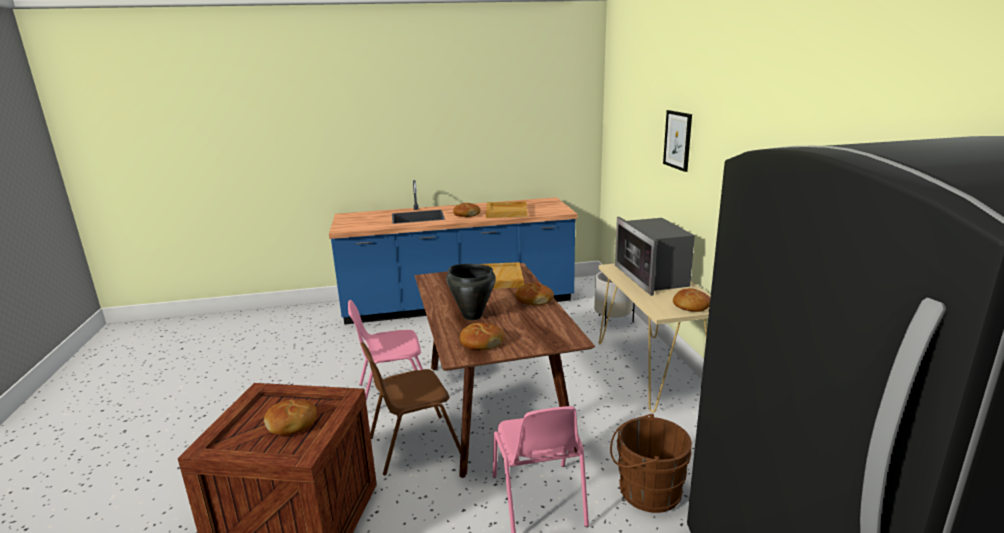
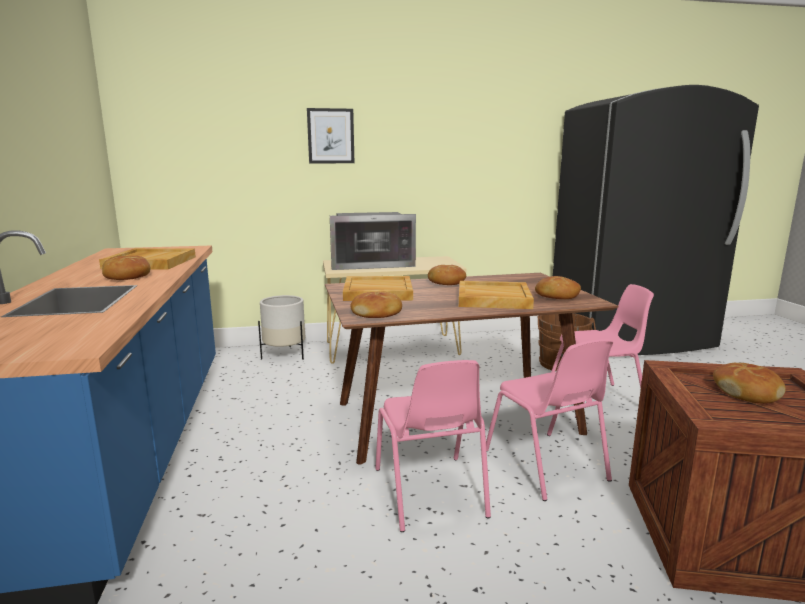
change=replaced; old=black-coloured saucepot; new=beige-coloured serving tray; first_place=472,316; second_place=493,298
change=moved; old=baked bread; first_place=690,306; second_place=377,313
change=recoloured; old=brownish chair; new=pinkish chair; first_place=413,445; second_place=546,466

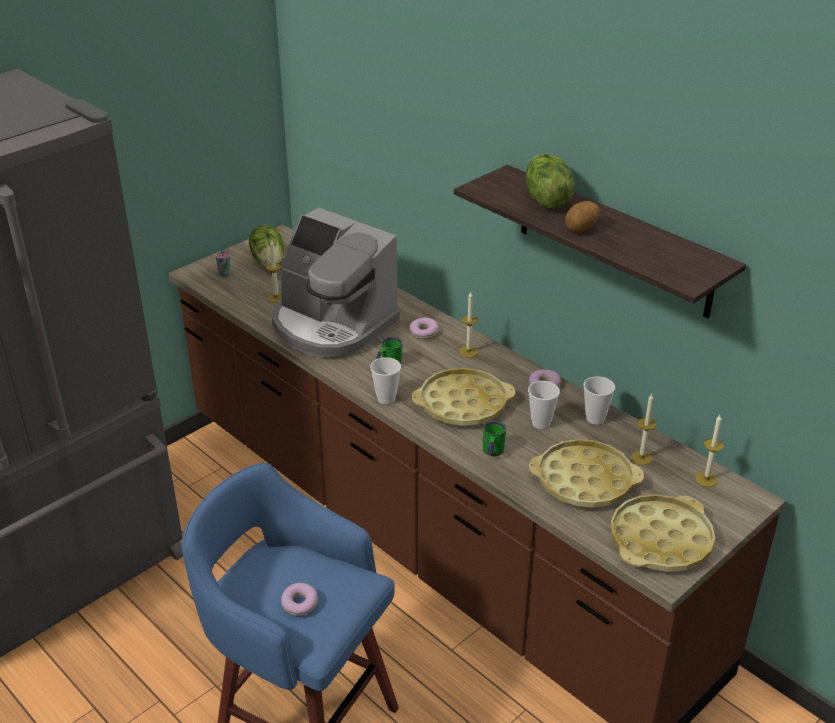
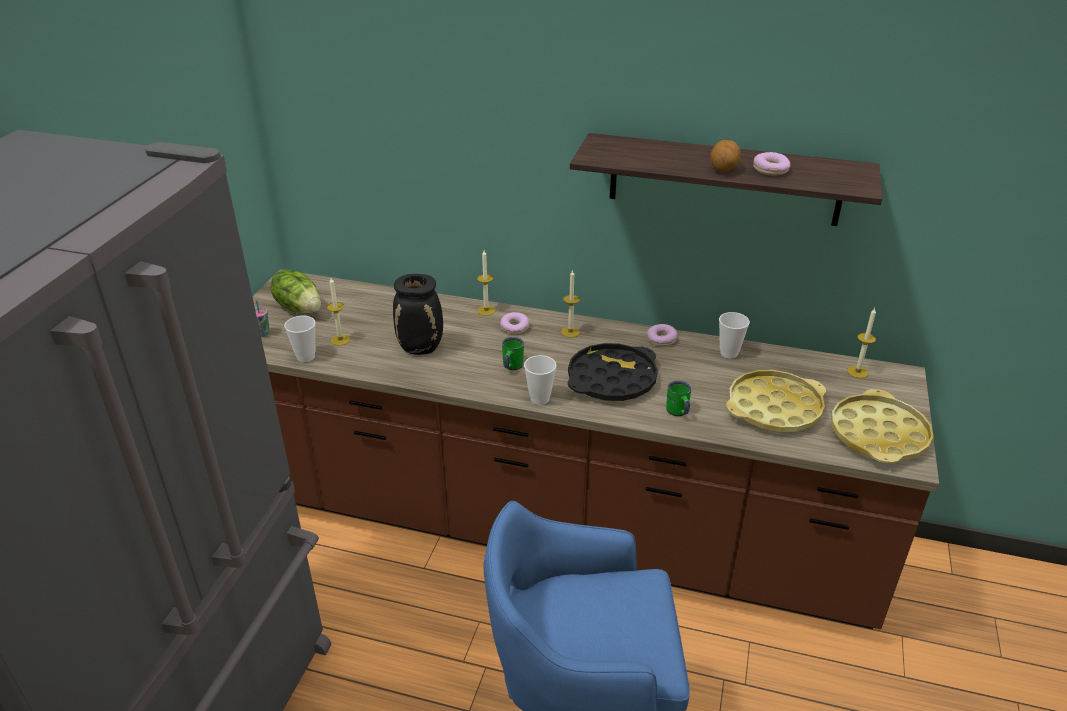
change=removed; old=head of lettuce; first_place=545,200
change=replaced; old=coffee maker; new=black-coloured vase; first_place=332,325; second_place=421,348
change=recoloured; old=yellowish serving tray; new=black-coloured serving tray; first_place=463,404; second_place=611,379
change=moved; old=small cup; first_place=541,423; second_place=306,357
change=moved; old=candle; first_place=641,458; second_place=486,310
change=moved; old=doughnut; first_place=299,604; second_place=770,170

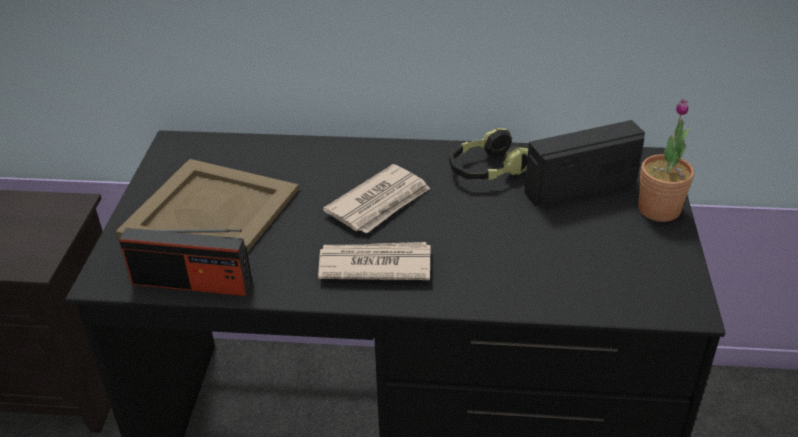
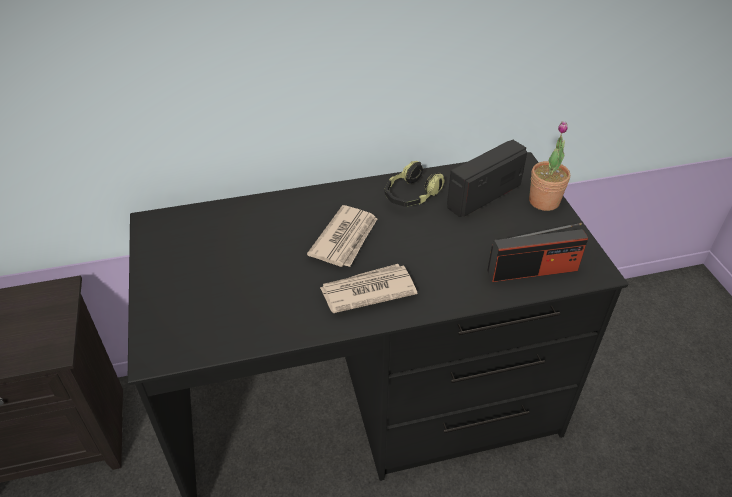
change=removed; old=beige-coloured serving tray; first_place=210,211
change=moved; old=radio; first_place=192,283; second_place=532,270

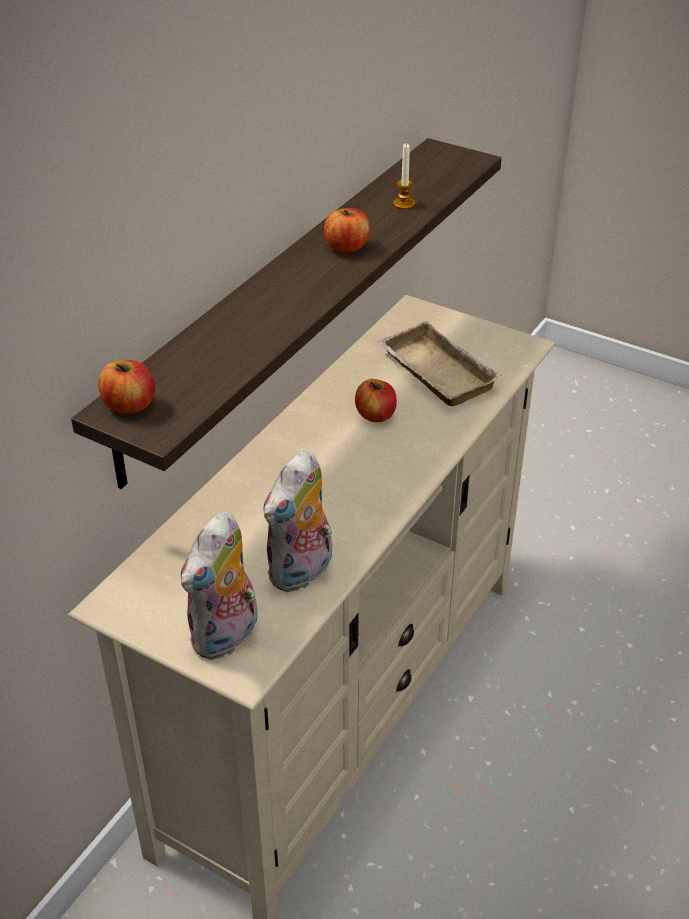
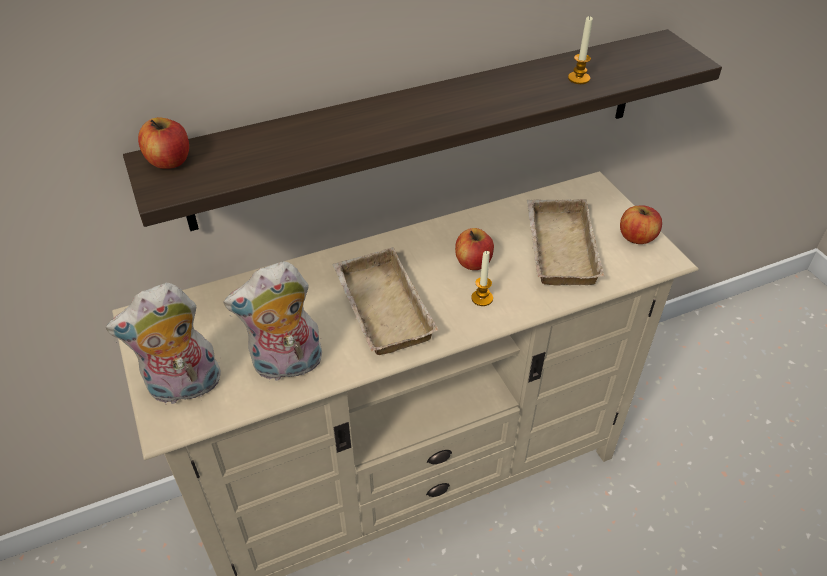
change=moved; old=whole apple; first_place=346,247; second_place=637,237
change=added; new=beige-coloured serving tray; second_place=379,307
change=added; new=candle; second_place=482,298

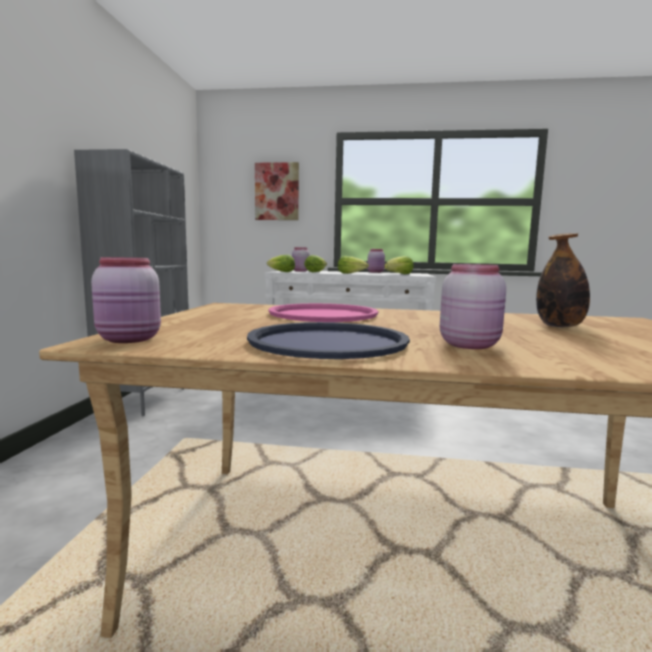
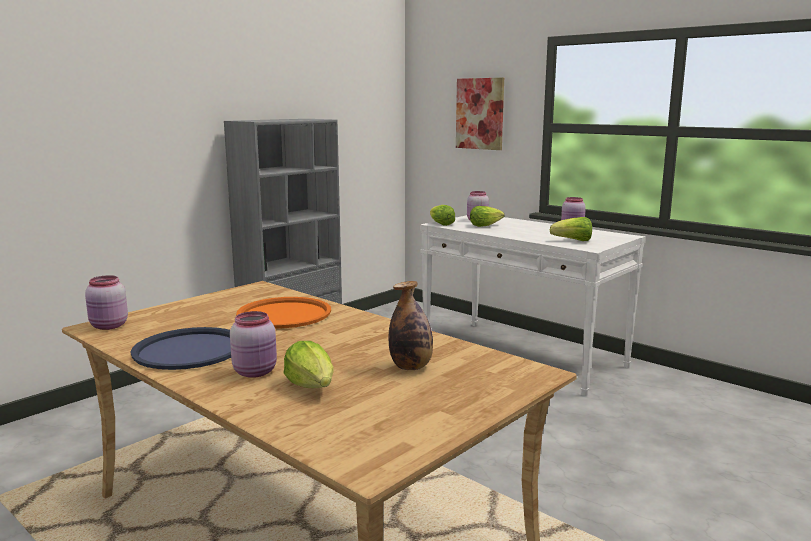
change=moved; old=head of lettuce; first_place=351,273; second_place=312,386
change=recoloured; old=pinkish serving tray; new=orange-coloured serving tray; first_place=323,314; second_place=284,314

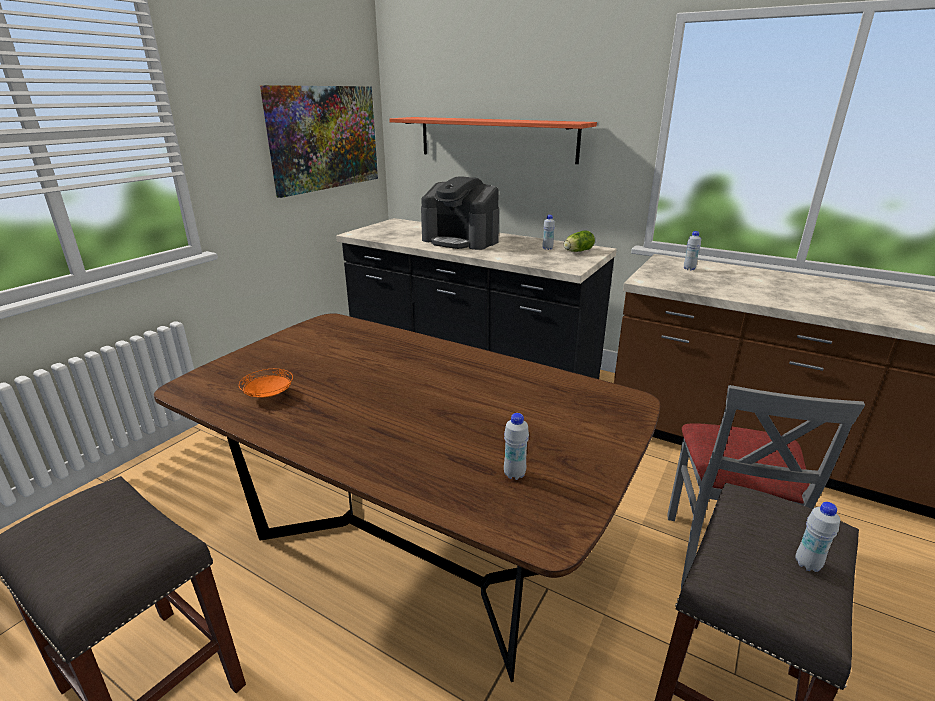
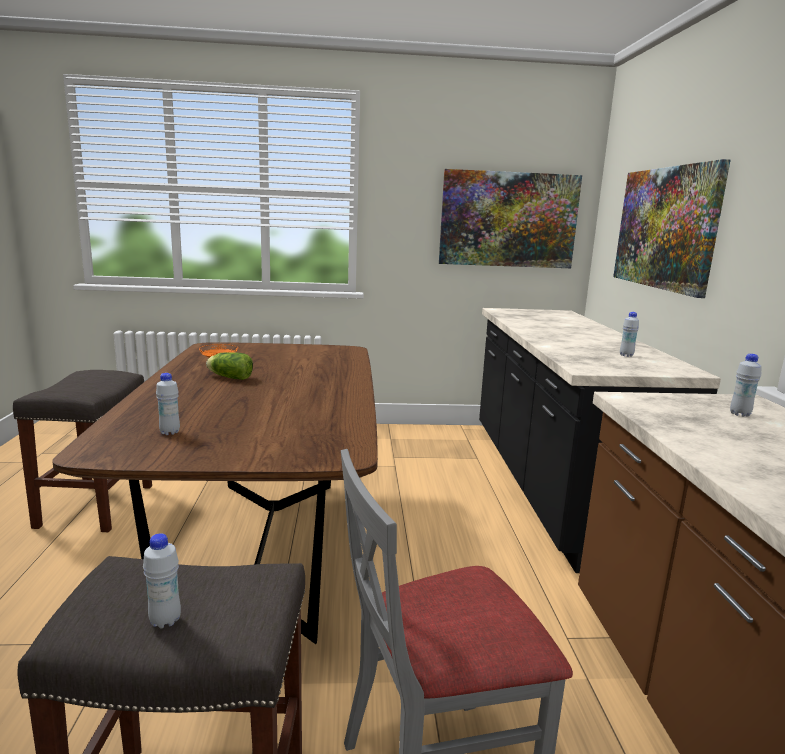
change=replaced; old=shelf; new=wall art; first_place=496,139; second_place=665,228
change=removed; old=coffee maker; first_place=461,240
change=moved; old=head of lettuce; first_place=577,251; second_place=229,377

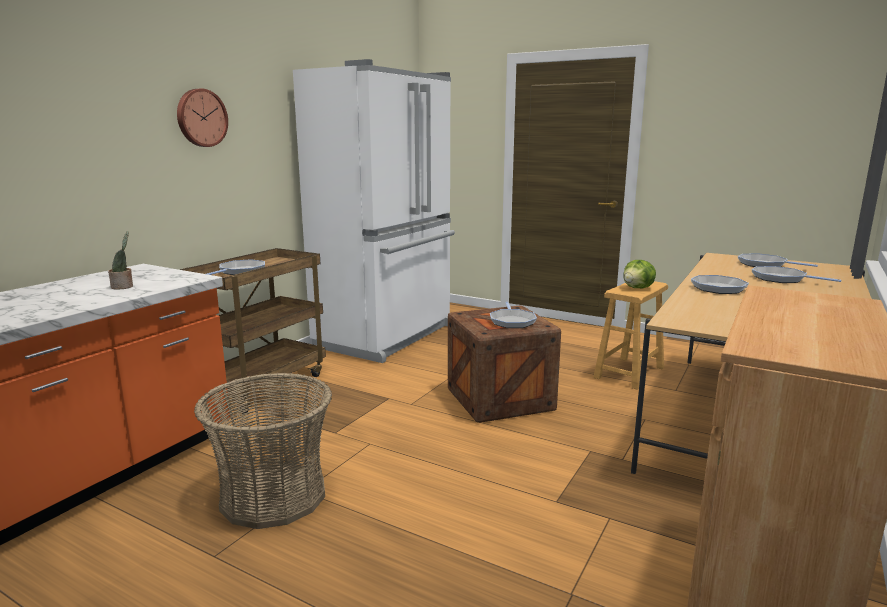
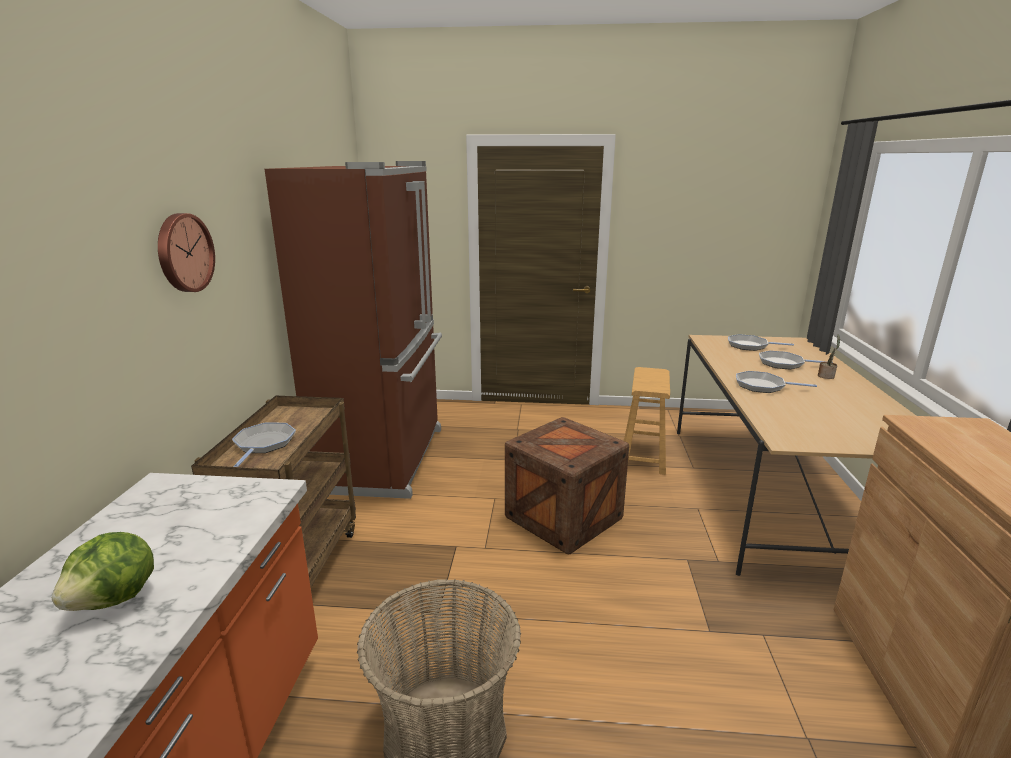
change=recoloured; old=white kitchen fridge; new=brownish kitchen fridge; first_place=388,336; second_place=385,458
change=moved; old=plant in a pot; first_place=123,287; second_place=826,376
change=moved; old=head of lettuce; first_place=638,288; second_place=116,599
change=removed; old=skillet; first_place=512,321

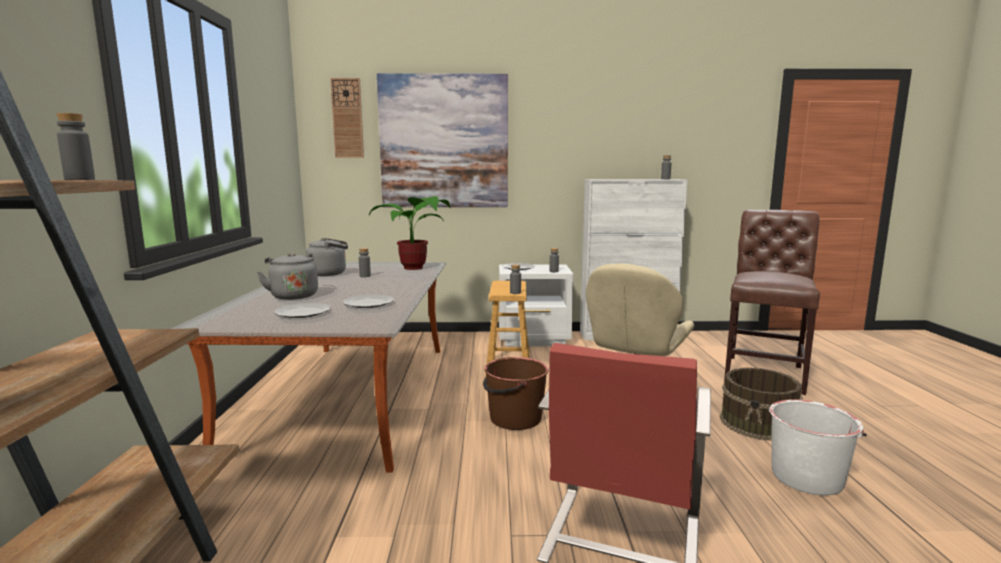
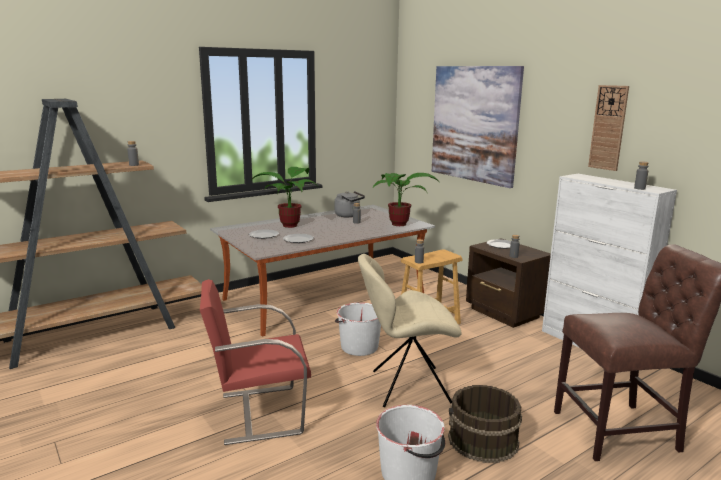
change=moved; old=clock on the wall; first_place=347,118; second_place=608,128
change=replaced; old=gray tea kettle; new=plant in a pot; first_place=293,296; second_place=290,225
change=recoloured; old=white bedside table; new=brownish bedside table; first_place=534,339; second_place=504,313
change=recoloured; old=brownish bucket; new=white bucket; first_place=514,418; second_place=359,347

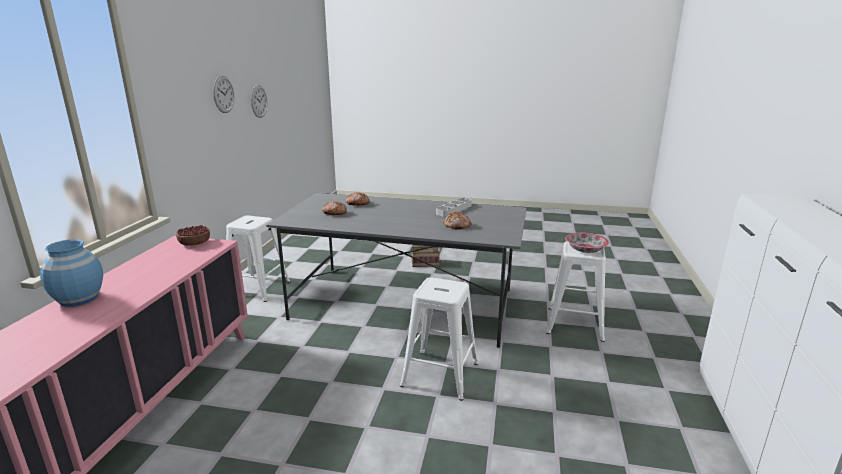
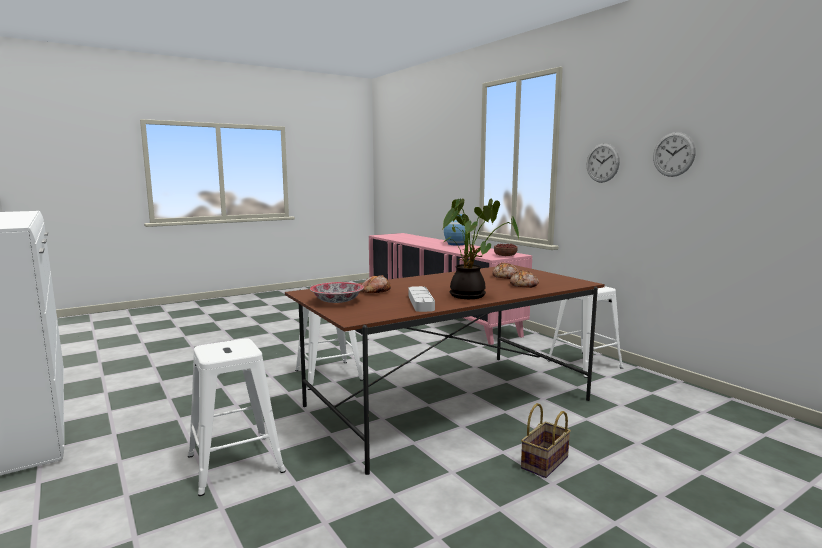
change=moved; old=clock on the wall; first_place=259,101; second_place=602,163
change=recoloured; old=gray dinner table; new=brownish dinner table; first_place=404,304; second_place=448,403
change=moved; old=serving bowl; first_place=586,250; second_place=336,301
change=added; new=plant in a pot; second_place=471,296

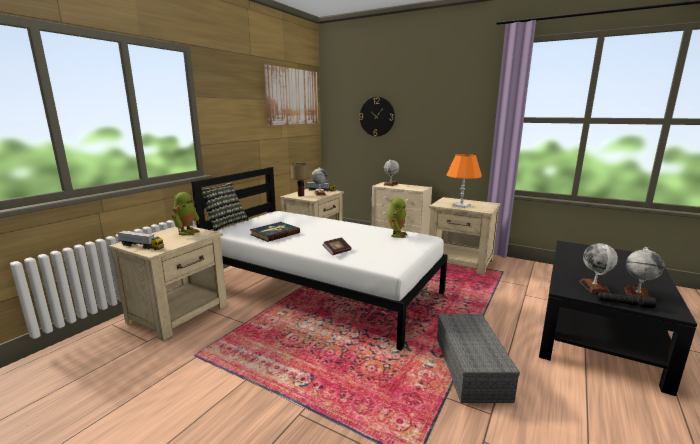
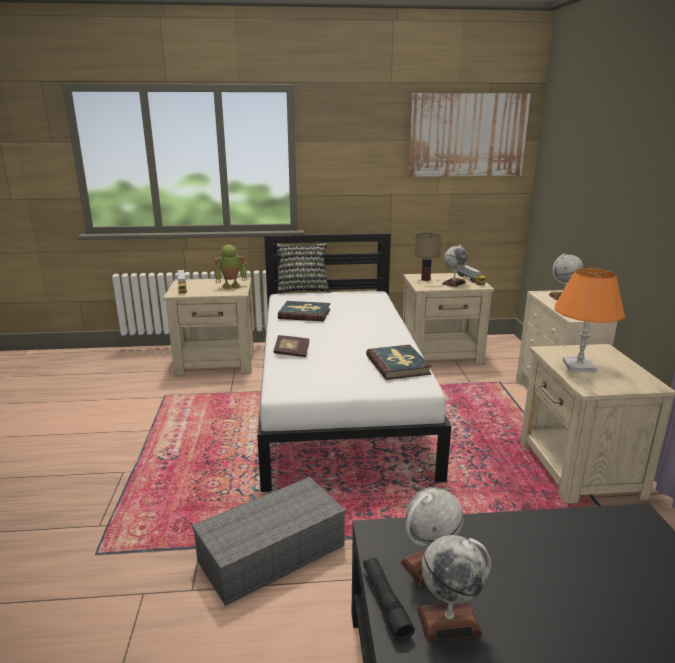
change=removed; old=clock on the wall; first_place=377,116
change=replaced; old=model robot; new=book; first_place=396,235; second_place=398,365

